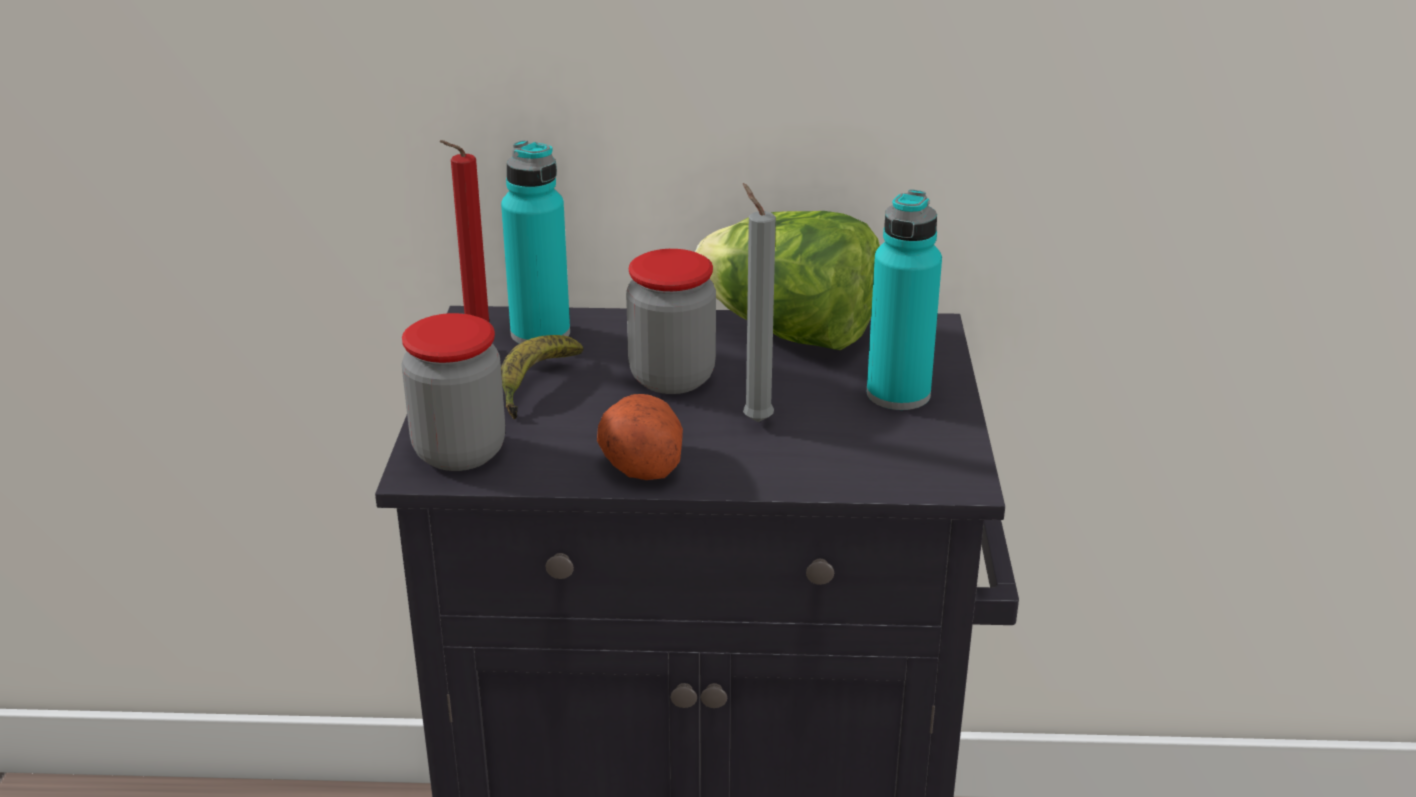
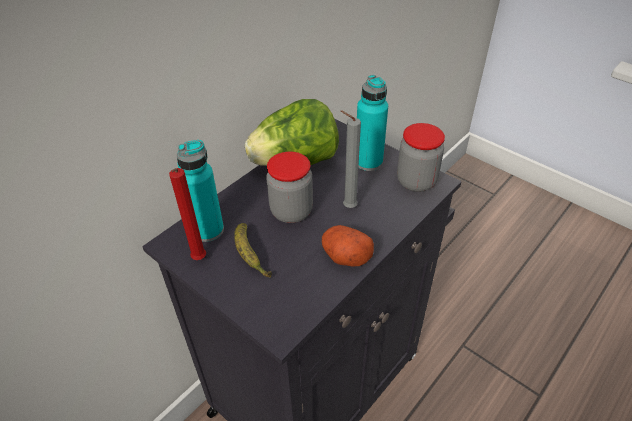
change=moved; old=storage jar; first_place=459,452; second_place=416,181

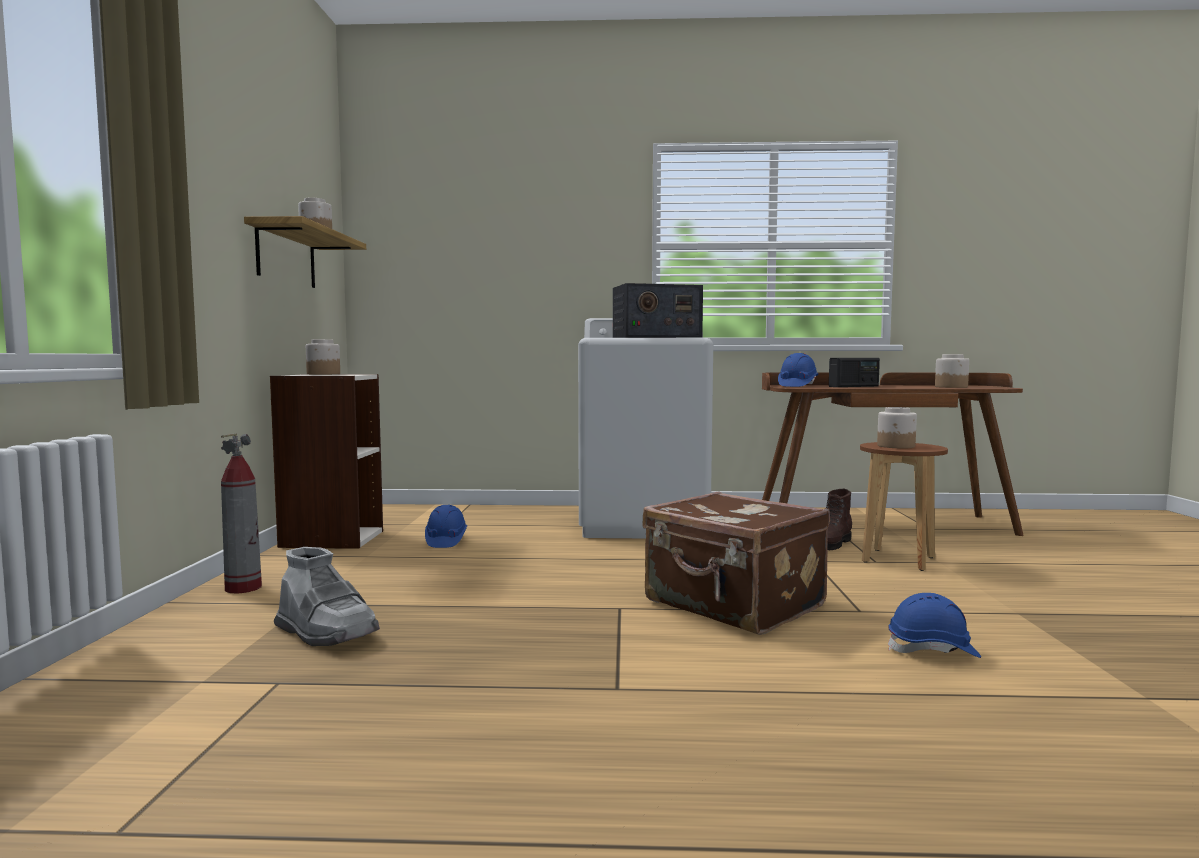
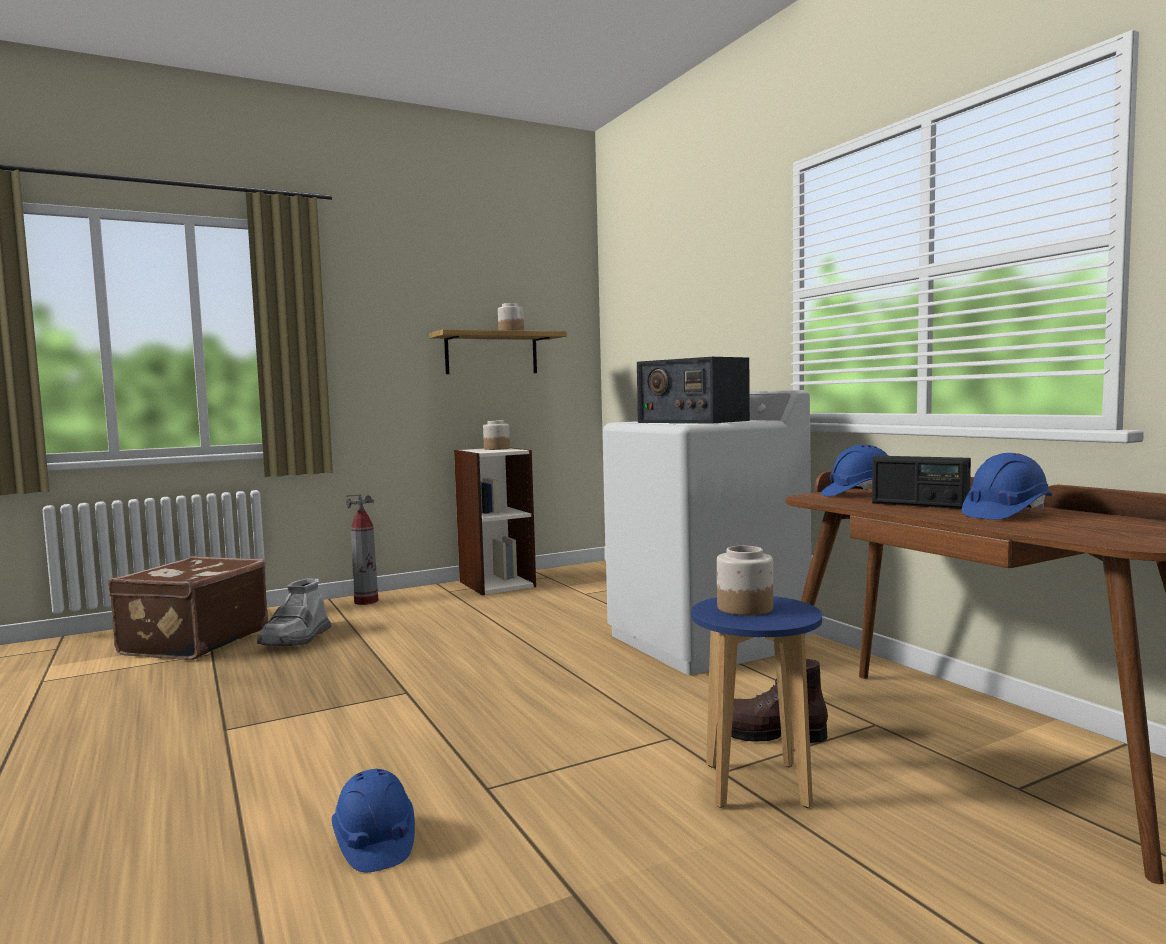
change=removed; old=storage jar; first_place=951,387
change=recoloured; old=brownish stool seat; new=bluish stool seat; first_place=898,560; second_place=755,785
change=moved; old=brownish piece of luggage; first_place=733,605; second_place=192,641
change=moved; old=bluish hard hat; first_place=445,541; second_place=1005,514

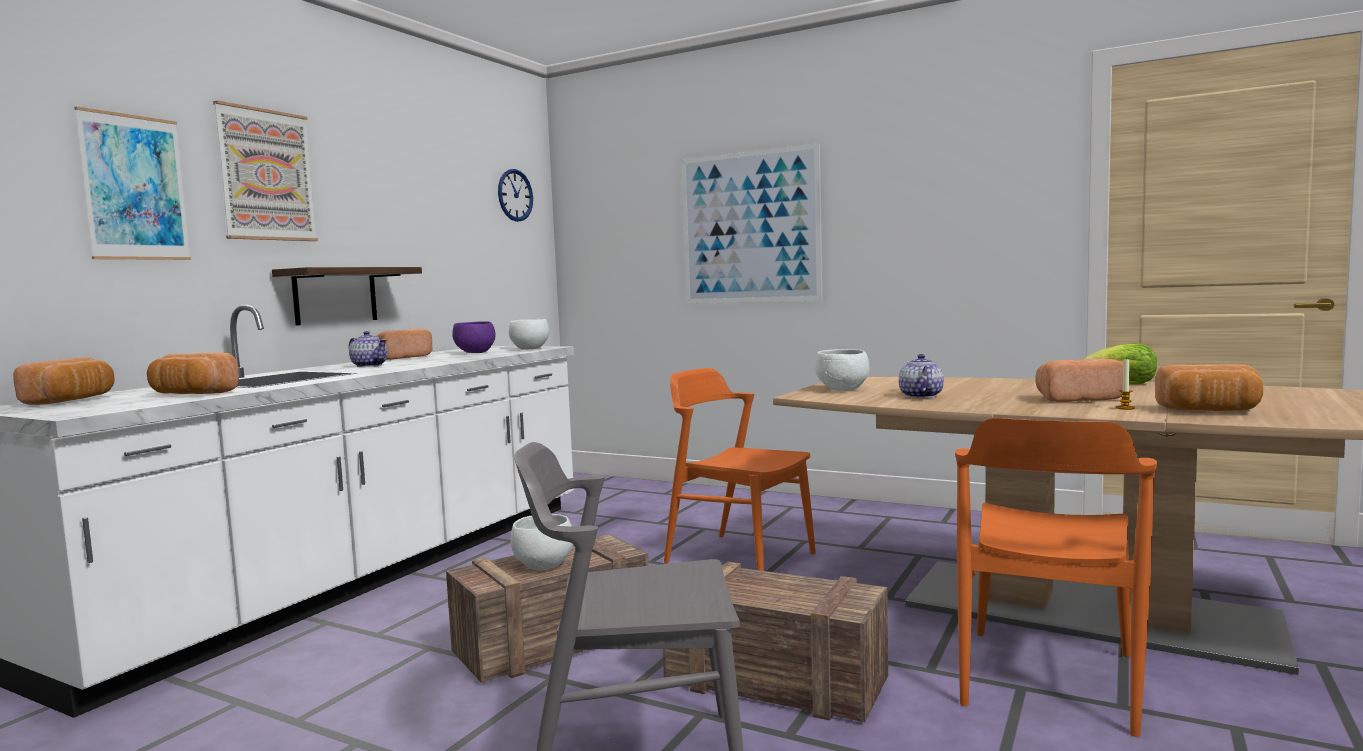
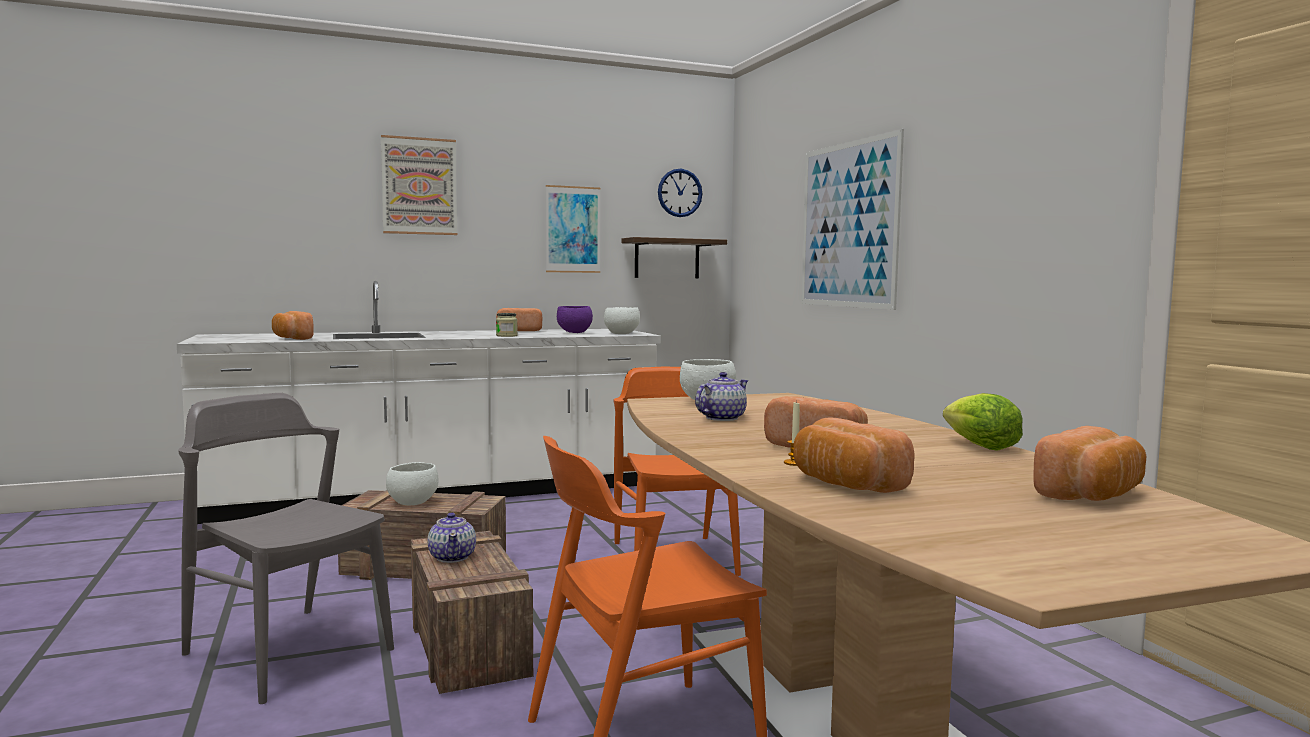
change=moved; old=wall art; first_place=135,187; second_place=573,229
change=moved; old=shelf; first_place=335,295; second_place=667,258
change=moved; old=pot for tea; first_place=369,365; second_place=452,557
change=moved; old=baked bread; first_place=73,400; second_place=1092,495
change=added; new=storage jar; second_place=506,336

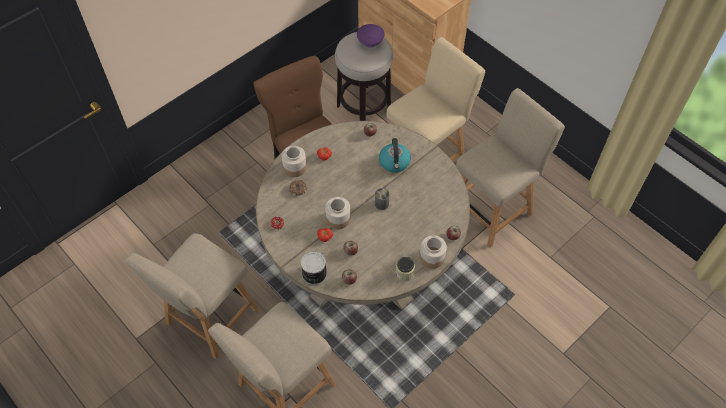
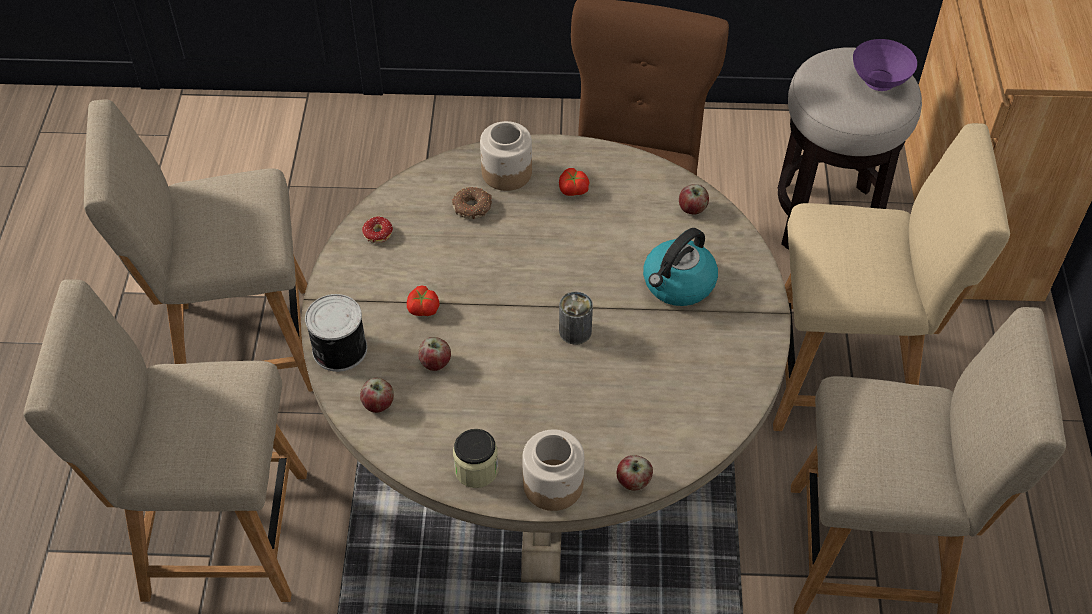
change=removed; old=storage jar; first_place=338,219

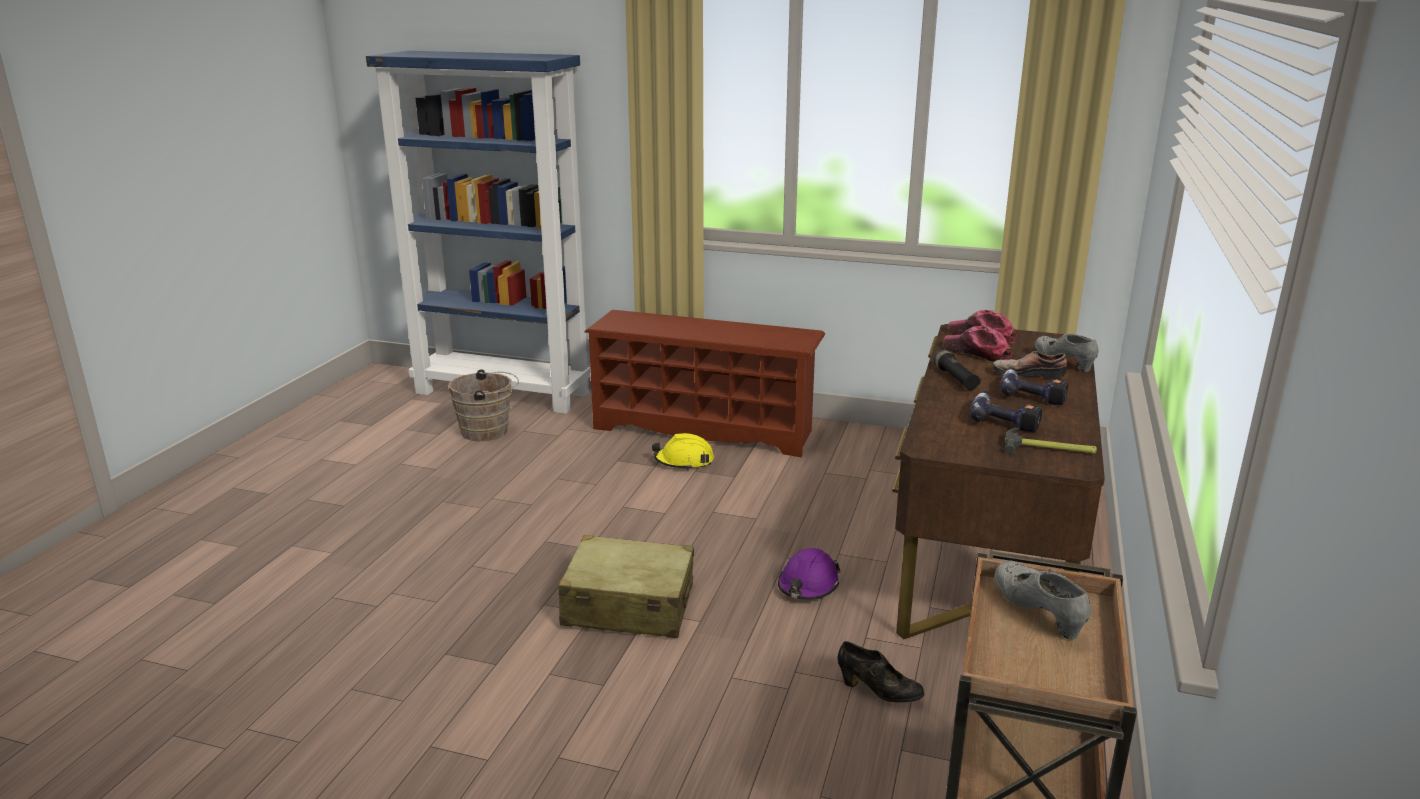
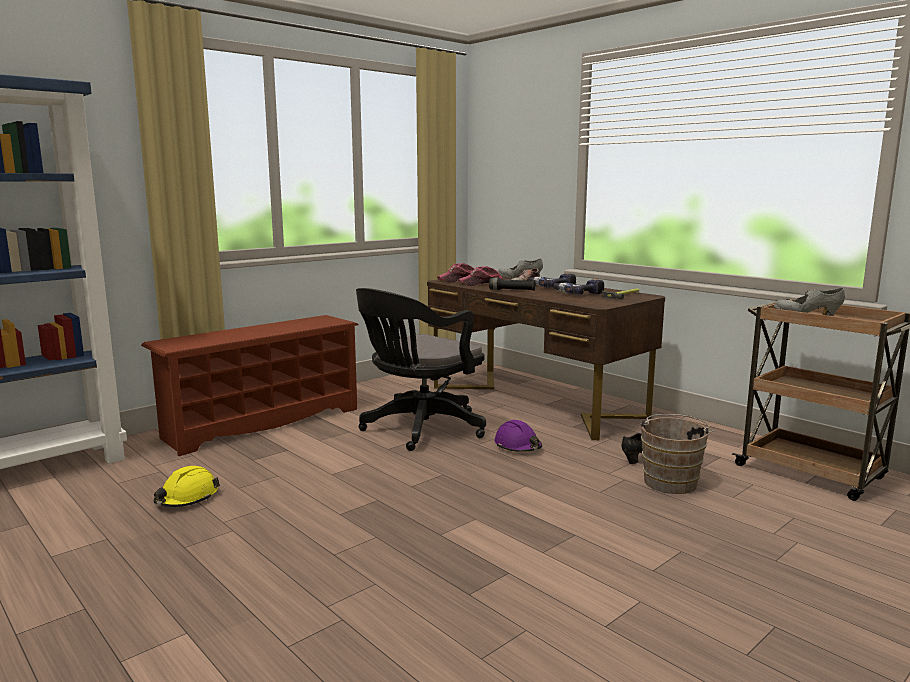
change=moved; old=brownish bucket; first_place=489,431; second_place=671,481
change=moved; old=yellowish hard hat; first_place=684,461; second_place=187,498
change=removed; old=beige-coloured piece of luggage; first_place=628,606
change=added; new=black-coloured office chair; second_place=419,429

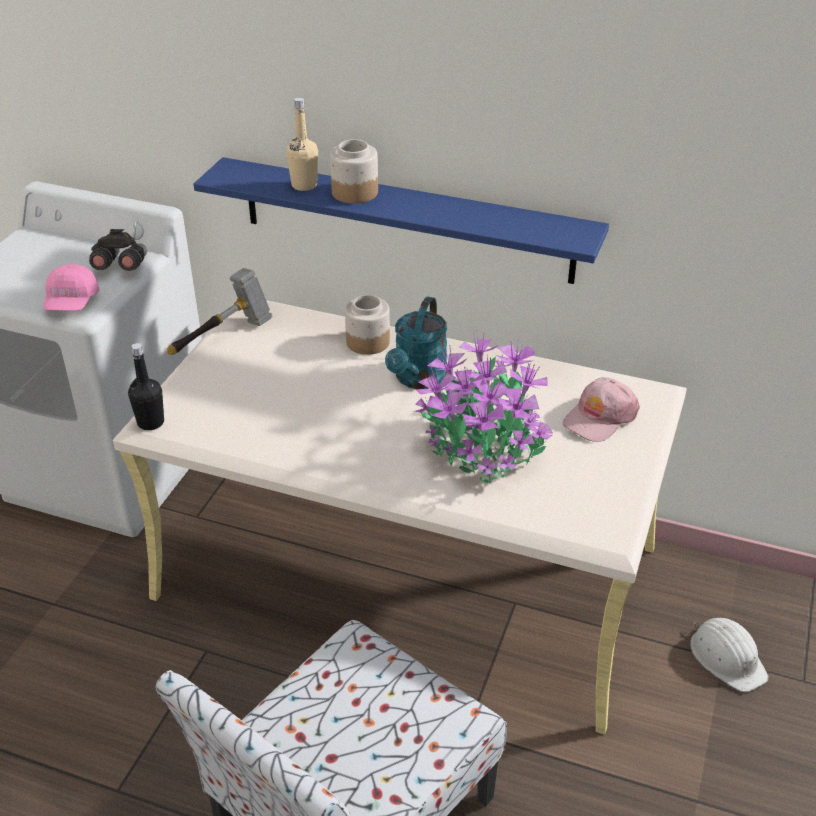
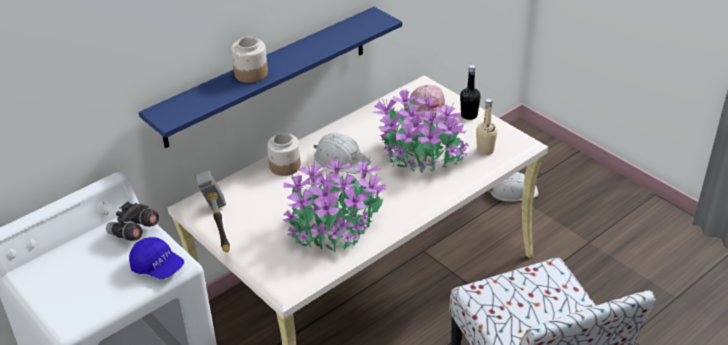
change=moved; old=beige-coloured beverage bottle; first_place=304,185; second_place=485,150
change=recoloured; old=pinkish peaked cap; new=bluish peaked cap; first_place=71,302; second_place=158,267
change=replaced; old=turquoise-coloured watering can; new=white hard hat; first_place=418,379; second_place=341,159
change=moved; old=black-coloured beverage bottle; first_place=150,422; second_place=469,115
change=added; new=plant in a pot; second_place=335,228

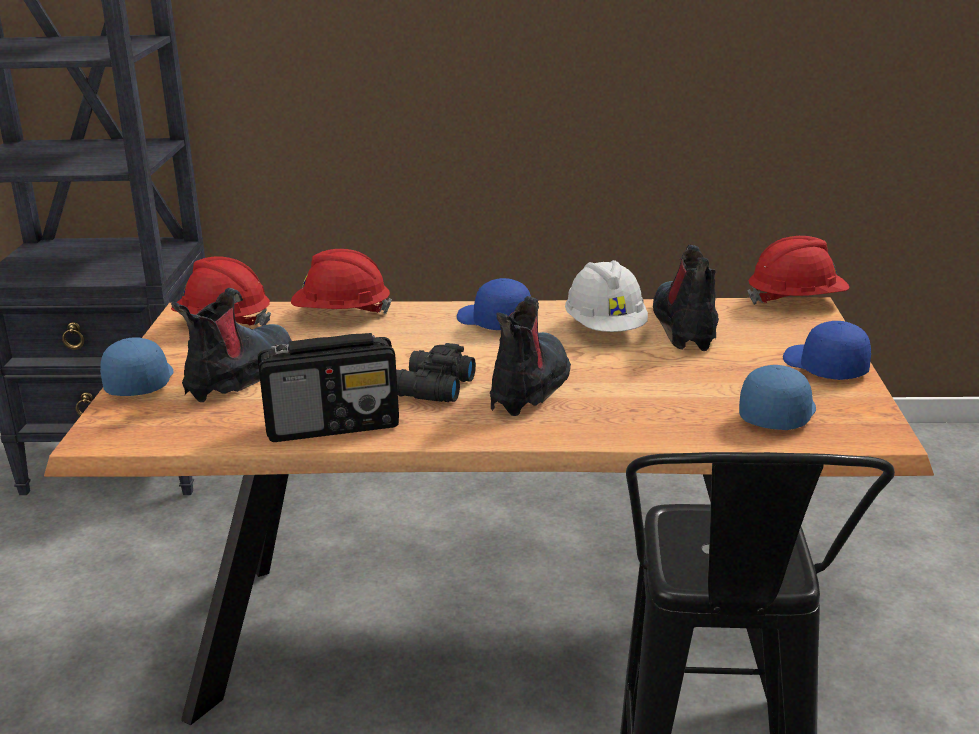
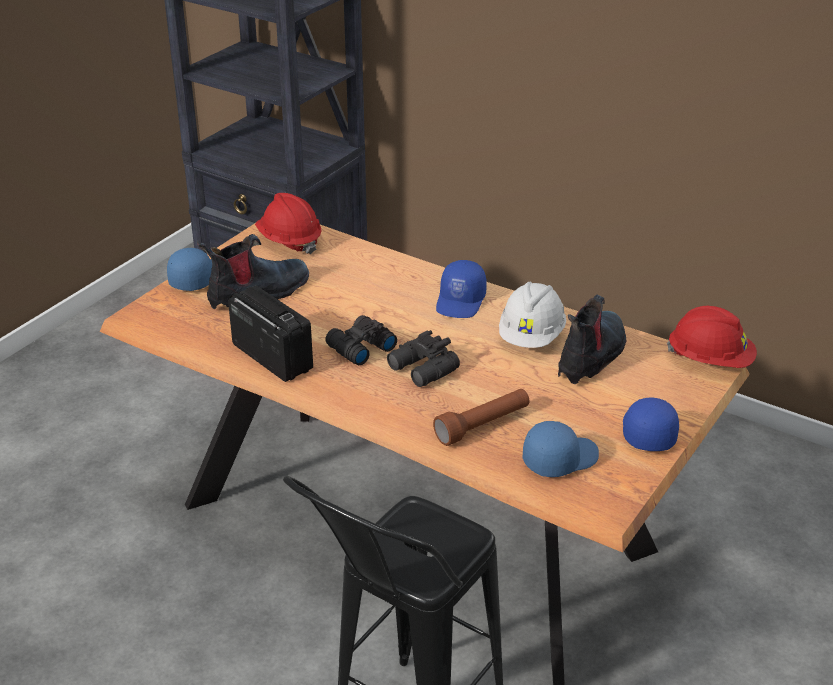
change=removed; old=red hard hat; first_place=341,314
change=turned; old=bluish peaked cap; first_place=493,322; second_place=461,301; degrees=-150
change=replaced; old=tall boot; new=black-coloured pair of binoculars; first_place=530,386; second_place=422,370
change=turned; old=radio; first_place=334,425; second_place=272,357; degrees=-150
change=added; new=brownish hand torch; second_place=483,426

